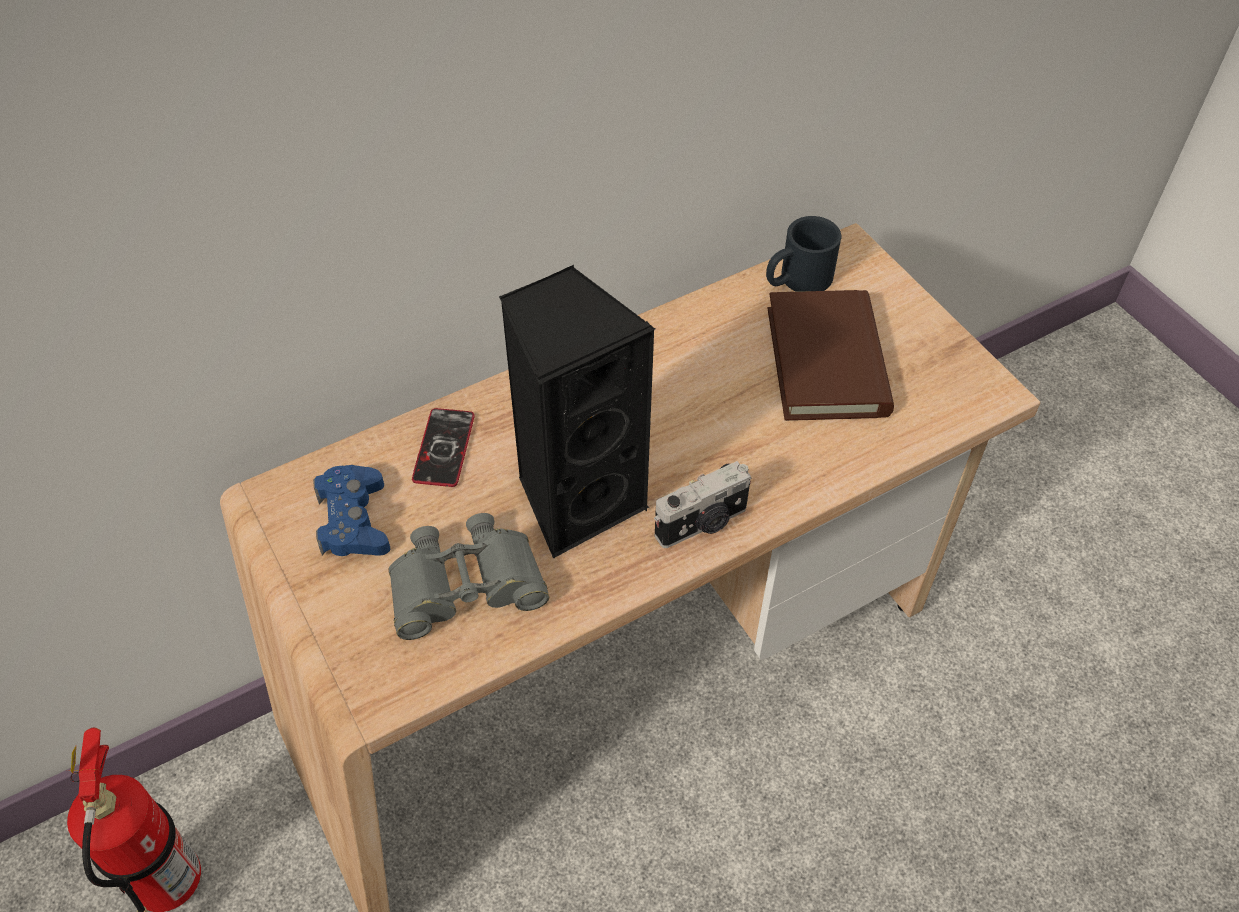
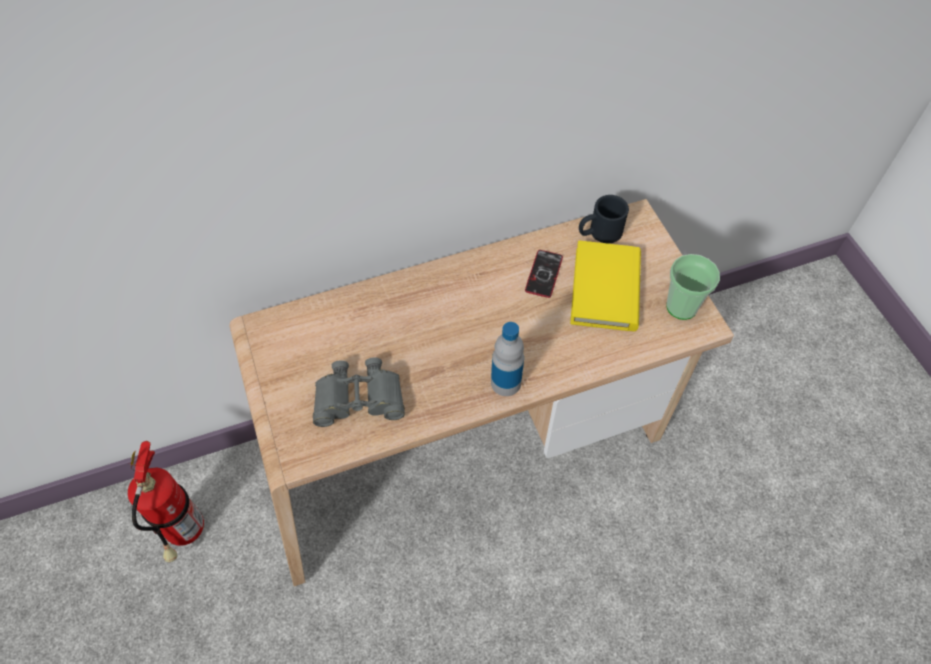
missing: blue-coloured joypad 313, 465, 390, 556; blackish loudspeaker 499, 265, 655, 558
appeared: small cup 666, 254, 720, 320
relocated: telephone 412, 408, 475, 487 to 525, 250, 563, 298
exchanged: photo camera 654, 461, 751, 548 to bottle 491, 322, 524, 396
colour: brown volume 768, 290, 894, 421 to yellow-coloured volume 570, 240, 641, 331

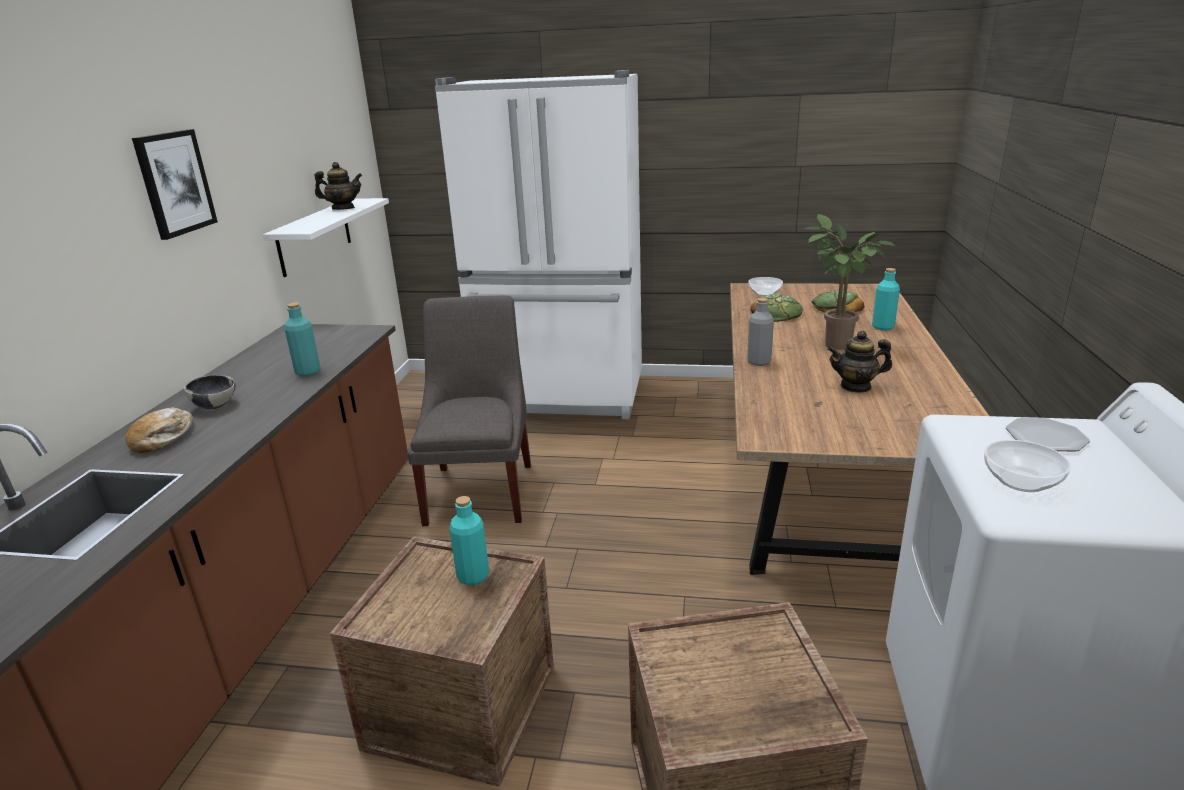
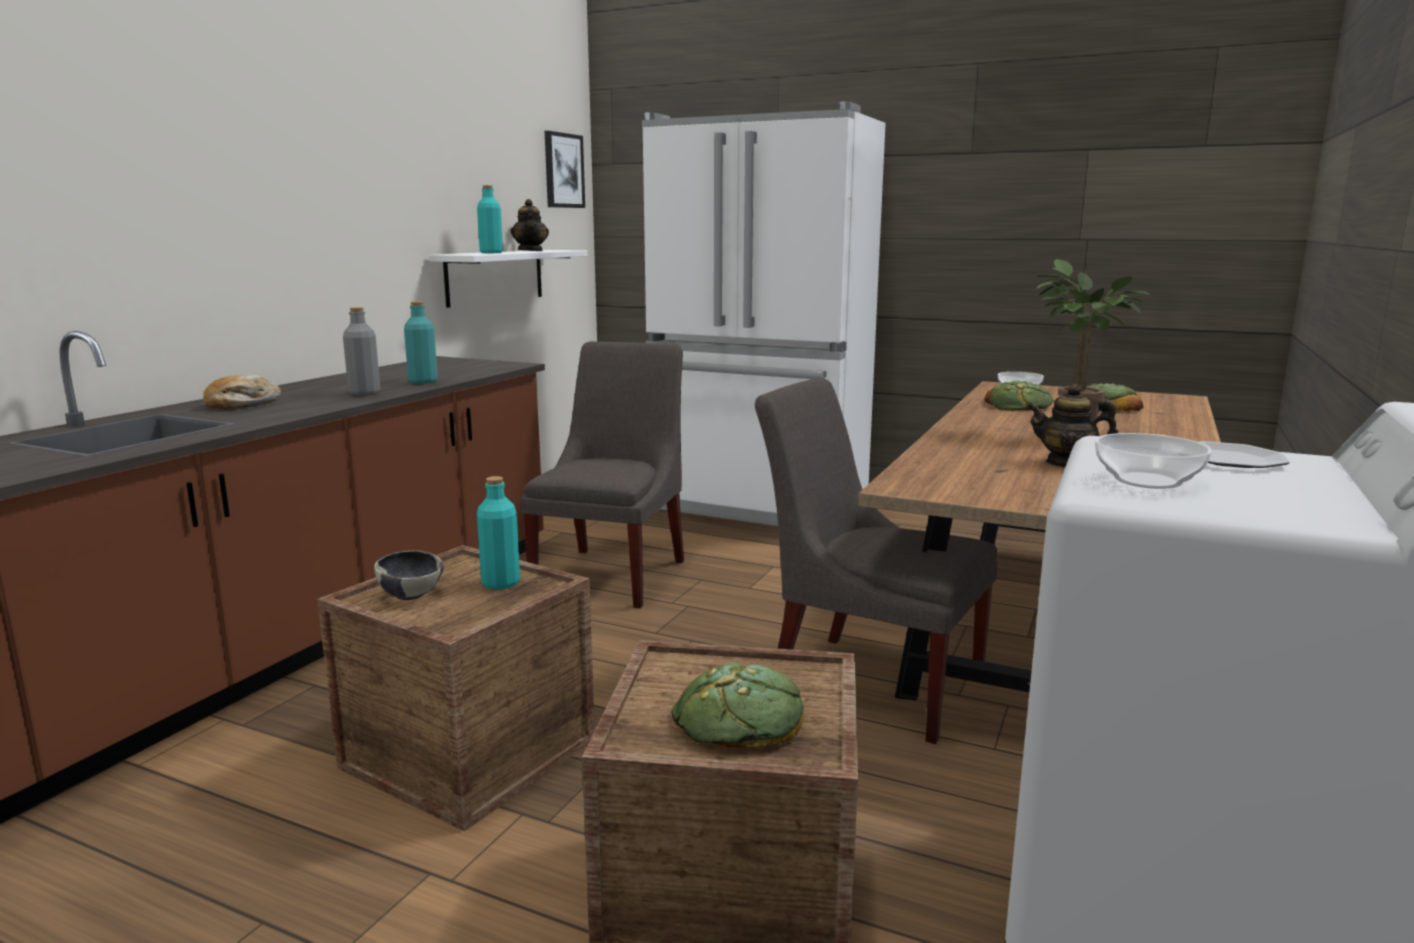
appeared: bakery bread 672, 663, 804, 748; gray chair 755, 378, 998, 744
relocated: wall picture 132, 129, 218, 240 to 545, 131, 585, 208; deep dish 184, 375, 235, 410 to 374, 550, 444, 600; gray bottle 747, 298, 774, 366 to 343, 307, 380, 396; turquoise bottle 872, 268, 900, 330 to 477, 185, 503, 253
spun: tea pot 314, 162, 362, 210 = 510, 199, 549, 251 60 degrees clockwise

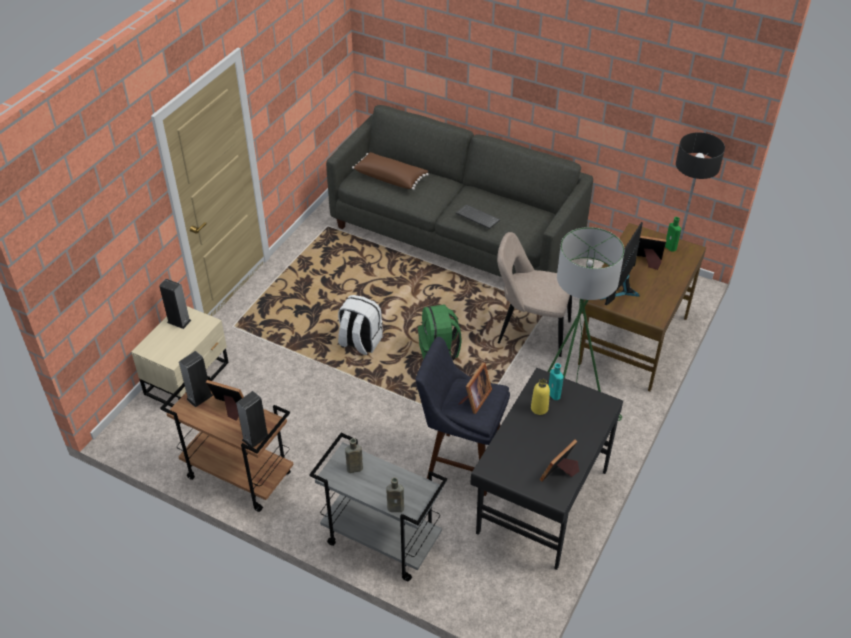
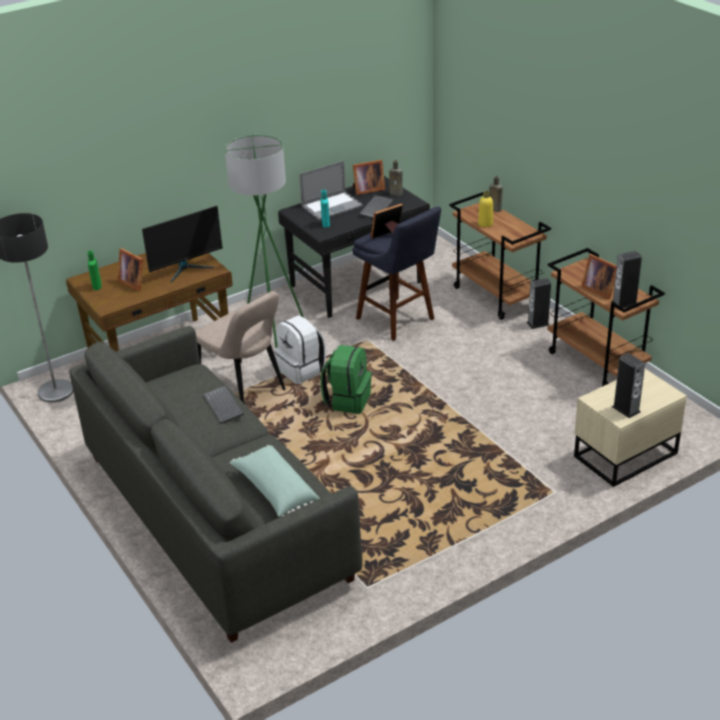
appeared: portable computer 299, 161, 363, 220; computer keyboard 359, 195, 394, 219
relocated: loudspeaker 236, 391, 268, 448 to 527, 278, 551, 329; white-coloured rucksack 338, 295, 383, 355 to 274, 315, 326, 384; brown bottle 345, 438, 363, 473 to 389, 160, 403, 196; yellow-coloured bottle 531, 379, 550, 415 to 478, 191, 493, 227
colour: gray trolley 309, 433, 447, 581 to brown trolley 449, 192, 551, 320; brown throw pillow 352, 152, 429, 190 to green-coloured throw pillow 230, 445, 320, 517

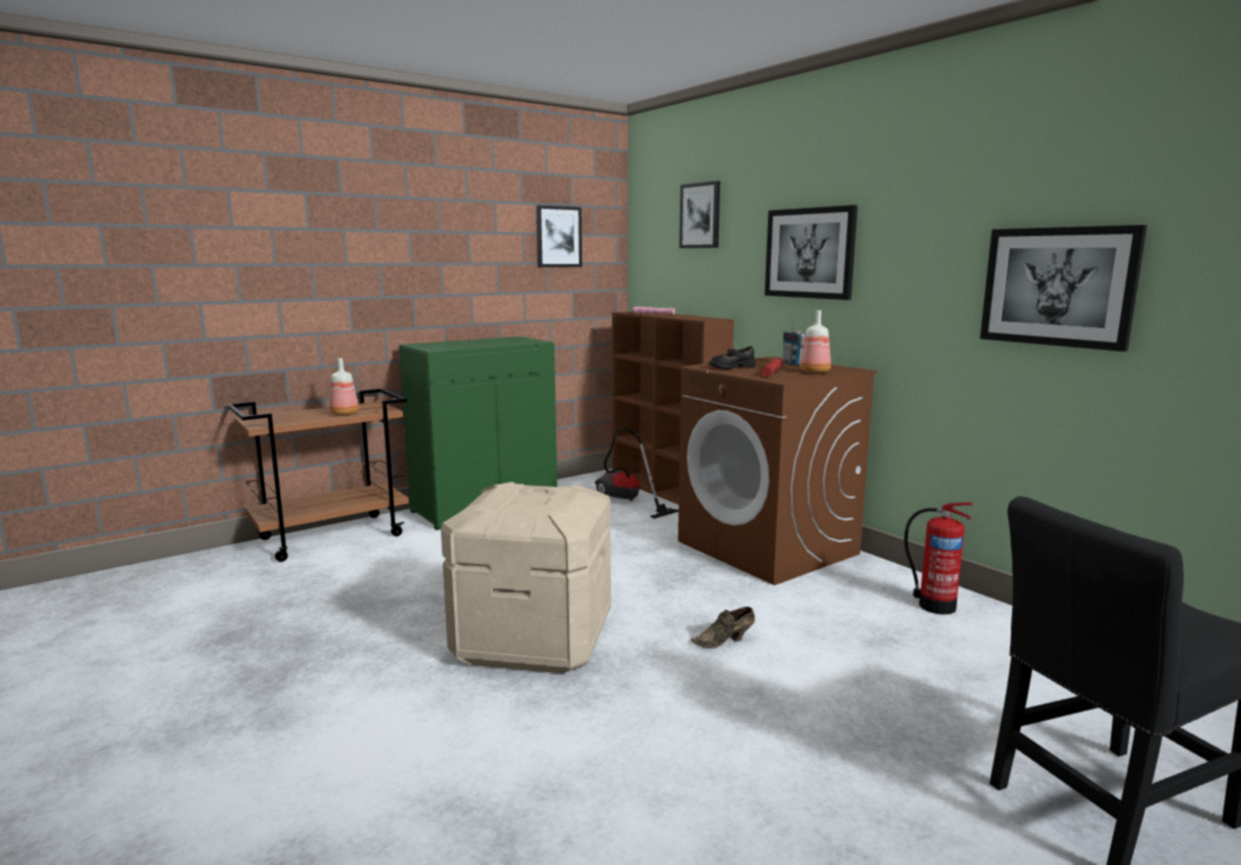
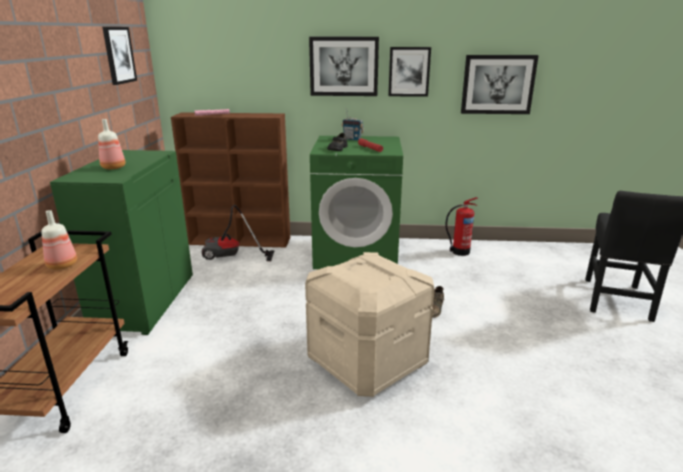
relocated: wall picture 679, 181, 720, 248 to 388, 47, 431, 97; bottle 800, 310, 831, 373 to 98, 119, 126, 169
colour: brown laundry appliance 678, 356, 877, 585 to green-coloured laundry appliance 310, 136, 403, 269

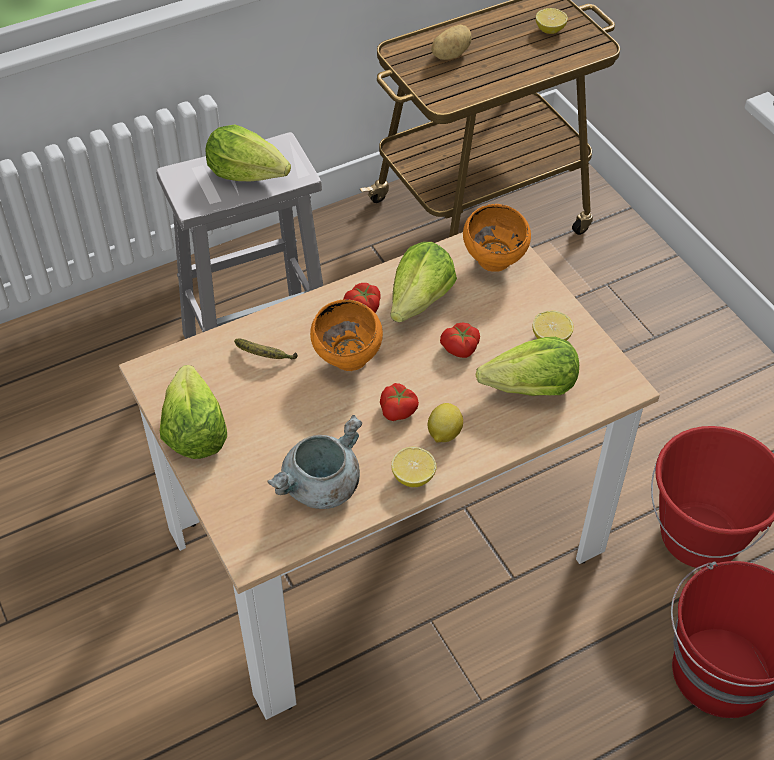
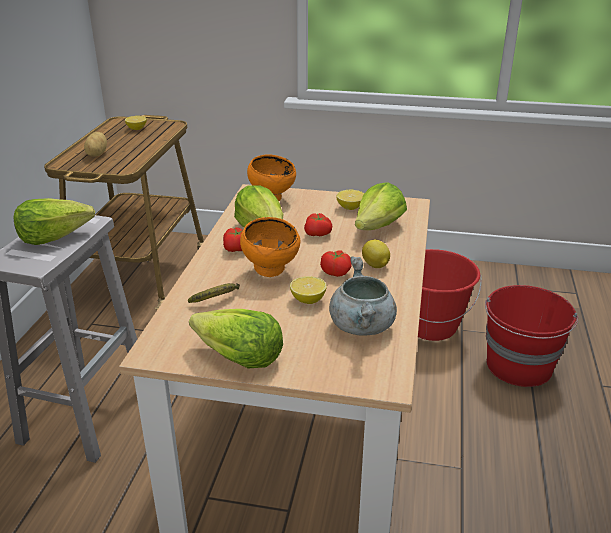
relocated: whole lemon 391, 447, 437, 487 to 290, 276, 327, 304

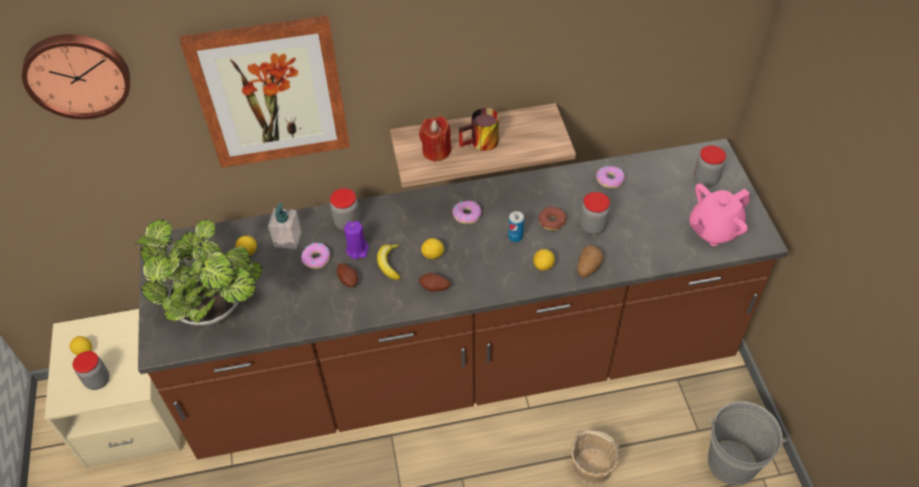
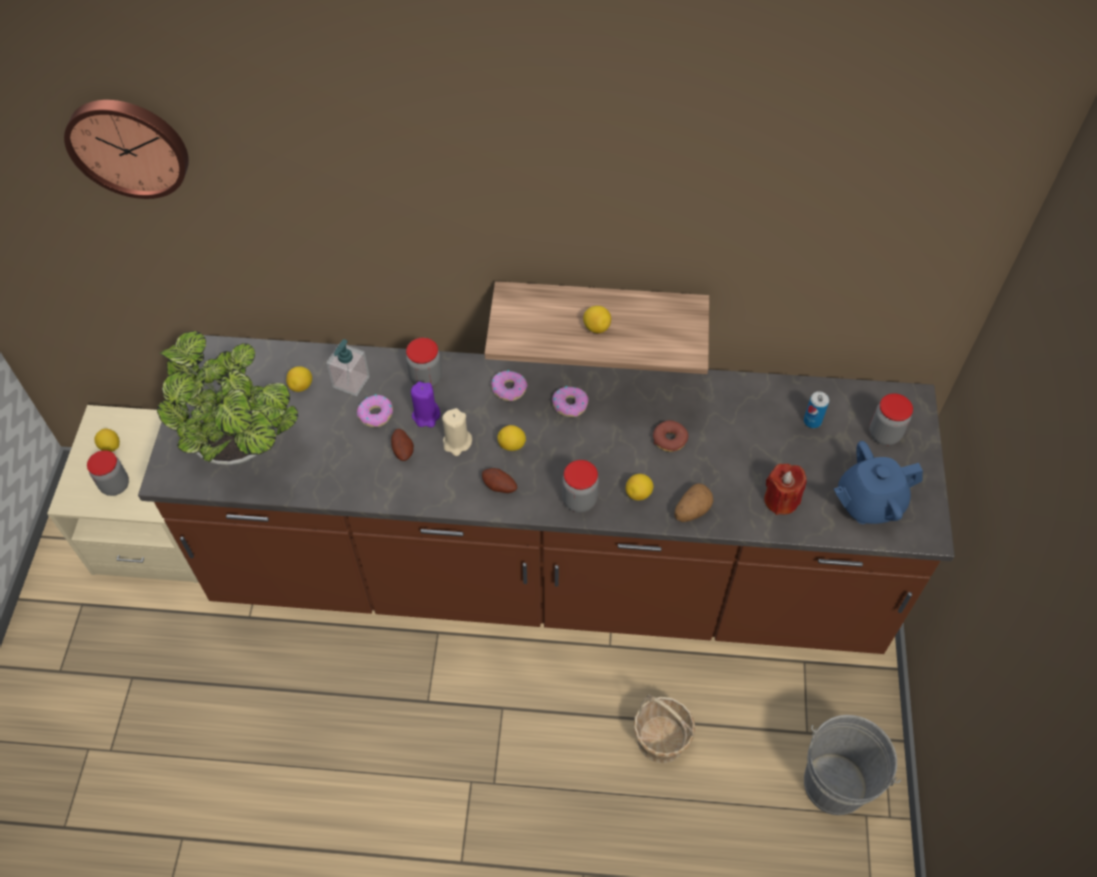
missing: wall picture 180, 15, 350, 168
relocated: reddish wax light 419, 116, 452, 162 to 764, 464, 807, 515; can 508, 211, 524, 242 to 804, 391, 829, 428; jar 580, 192, 610, 235 to 562, 460, 599, 513; doughnut 596, 166, 625, 188 to 491, 370, 528, 401
exchanged: banana 377, 244, 401, 280 to beige wax light 442, 408, 472, 456; tea mug 459, 108, 499, 151 to whole lemon 583, 306, 611, 333
colour: pink tea pot 689, 184, 750, 246 to blue-coloured tea pot 834, 441, 923, 524

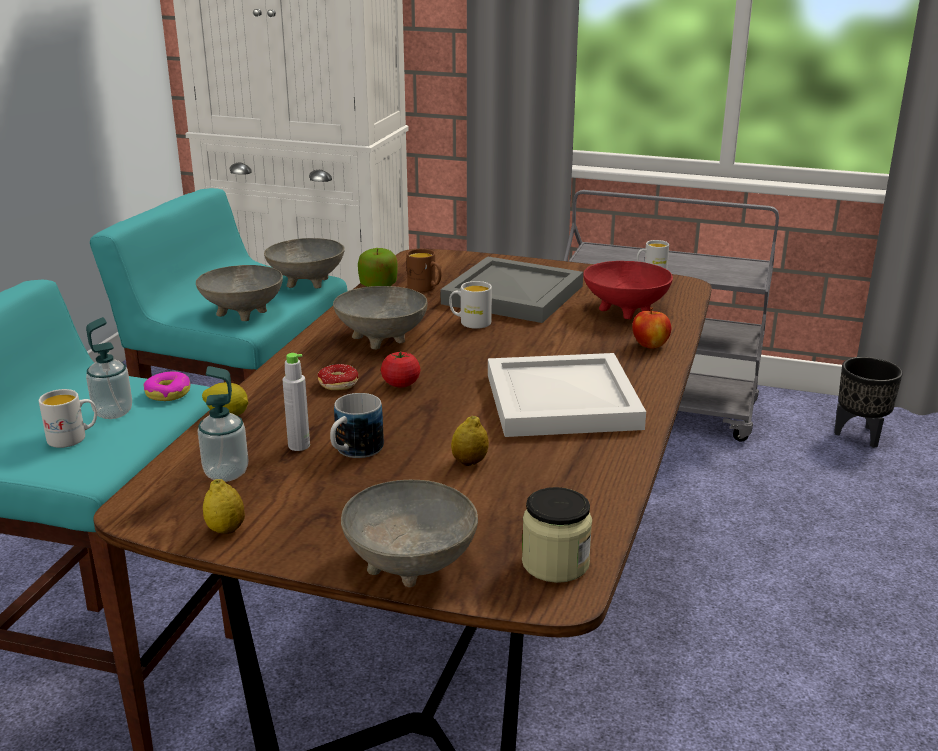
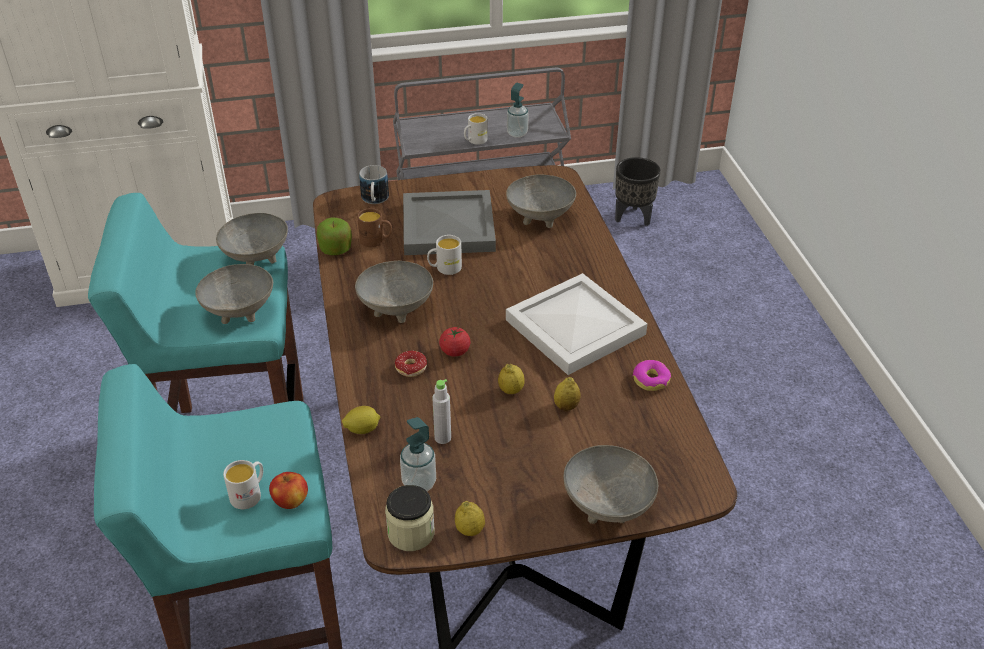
appeared: whole lemon 498, 364, 525, 394
relocated: liquid soap bottle 86, 317, 132, 419 to 507, 83, 529, 138; doughnut 143, 371, 190, 401 to 633, 360, 671, 391; tea mug 330, 393, 384, 458 to 359, 165, 389, 204; jar 522, 487, 592, 583 to 385, 485, 435, 551; apple fruit 632, 307, 671, 349 to 269, 472, 308, 509
colour: reddish deep dish 583, 261, 673, 319 to gray deep dish 506, 175, 576, 228

